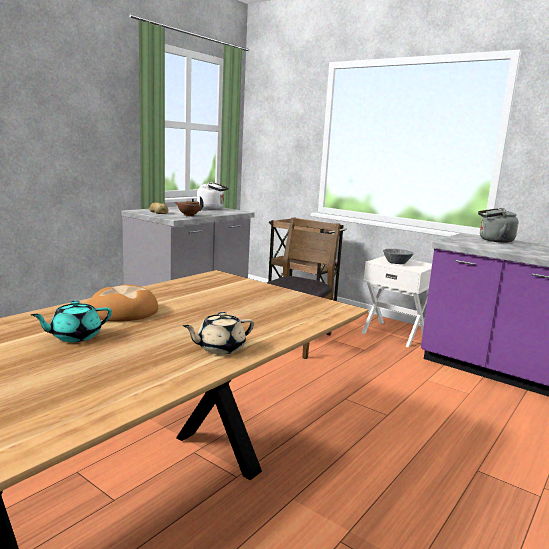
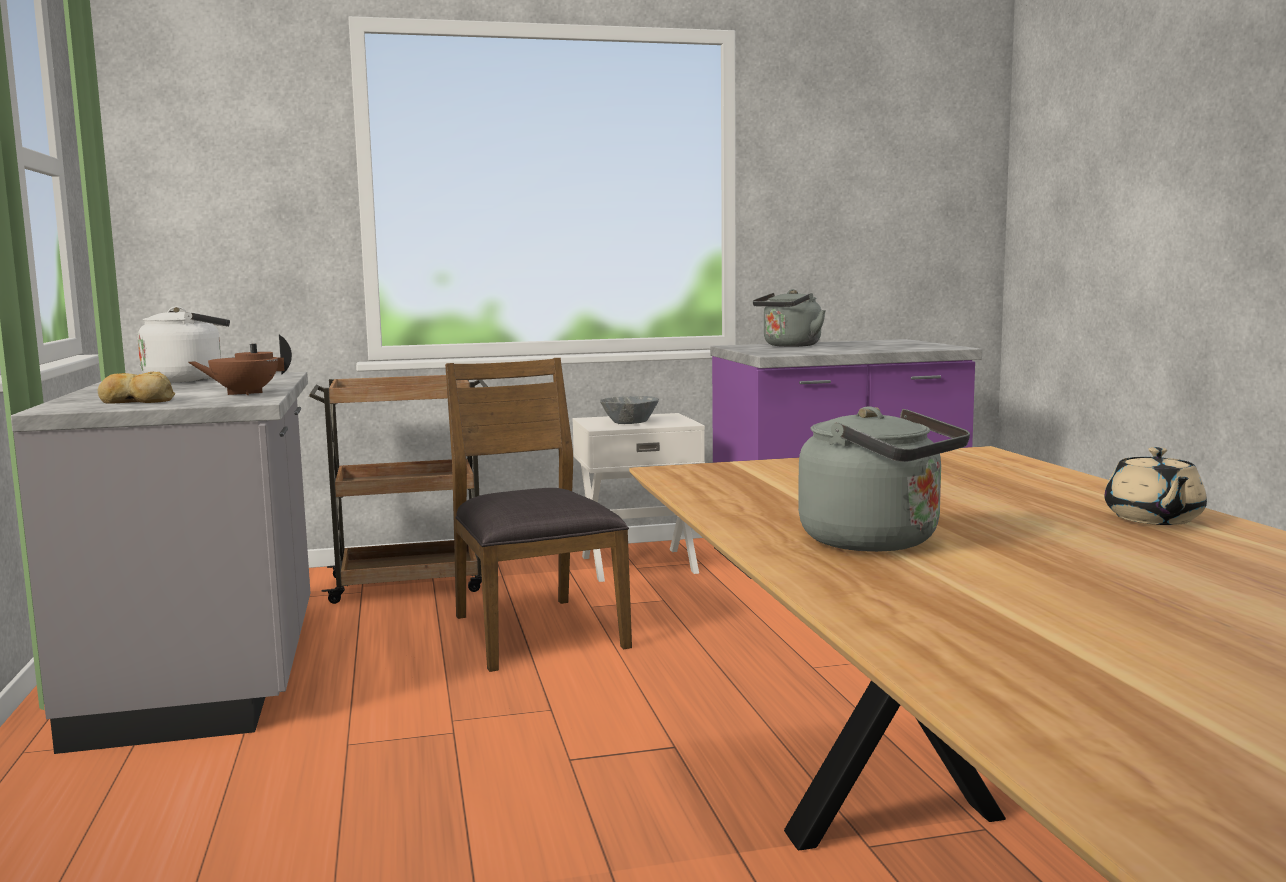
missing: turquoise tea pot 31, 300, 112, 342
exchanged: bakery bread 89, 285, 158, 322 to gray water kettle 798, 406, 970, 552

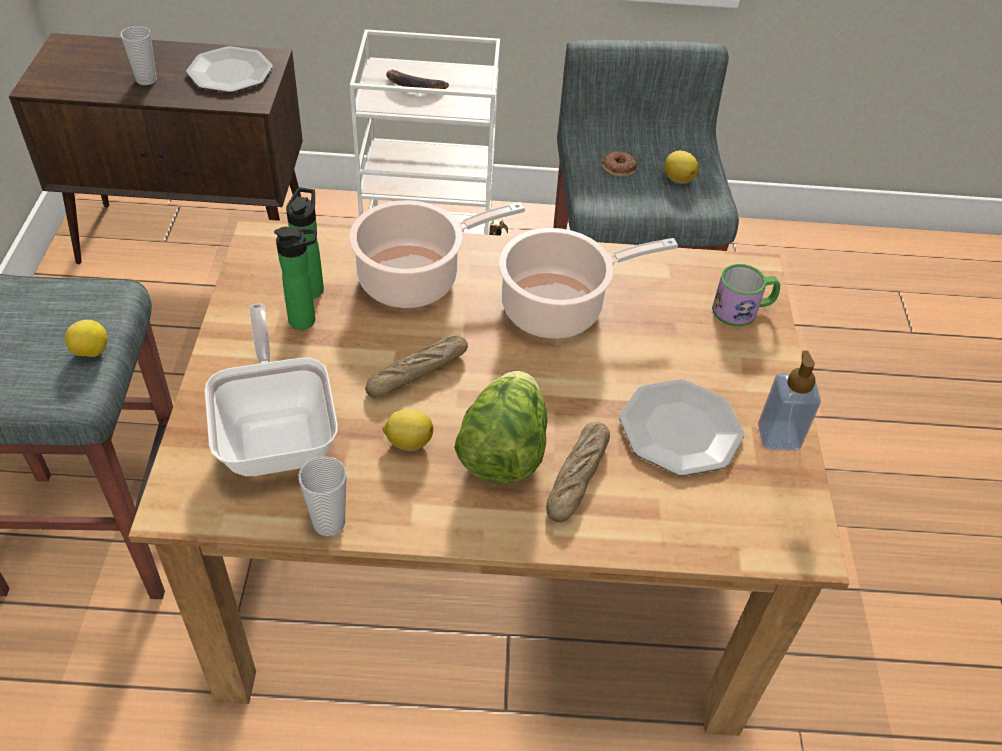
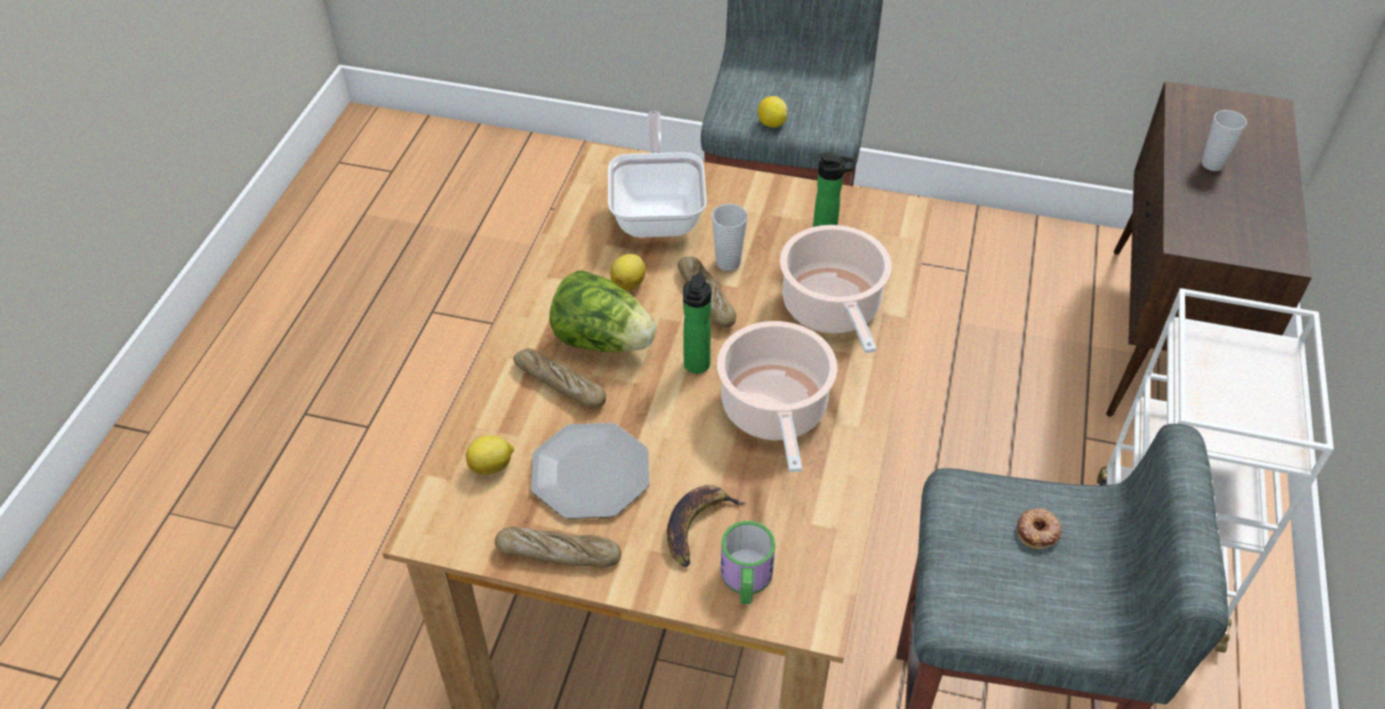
missing: plate 186, 46, 273, 93
relocated: bottle 274, 227, 317, 330 to 683, 273, 711, 374; small cup 298, 456, 347, 536 to 712, 204, 748, 271; banana 386, 69, 449, 89 to 667, 485, 745, 567; whole lemon 664, 151, 699, 184 to 466, 435, 514, 475
exchanged: liquid soap bottle 758, 350, 821, 451 to bakery bread 495, 526, 621, 567
spun: frying pan 205, 304, 338, 476 = 608, 111, 707, 237 90 degrees counterclockwise

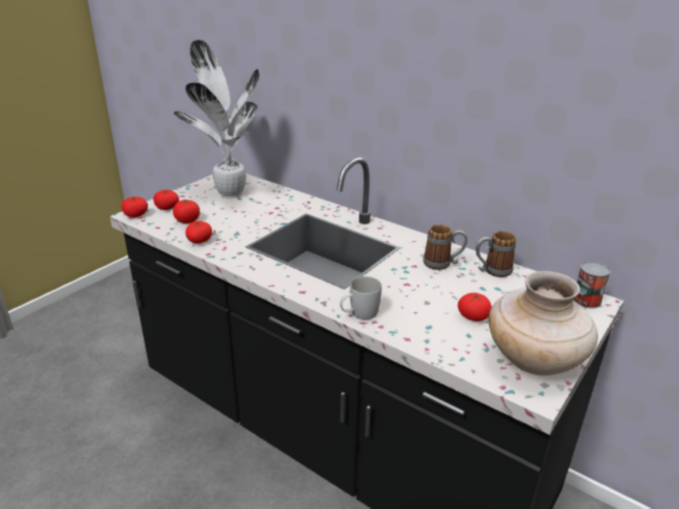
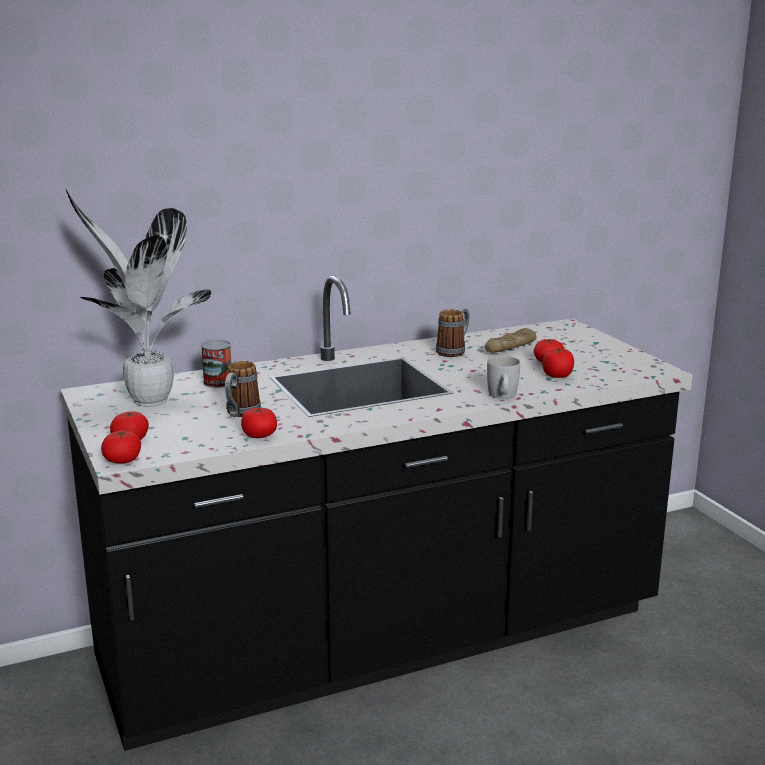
missing: beige flower vase 489, 271, 598, 376
appeared: bakery bread 485, 328, 537, 352
relocated: tomato 173, 200, 200, 224 to 542, 348, 574, 378; tea mug 476, 231, 516, 277 to 225, 361, 261, 417; can 574, 261, 611, 309 to 201, 340, 231, 388

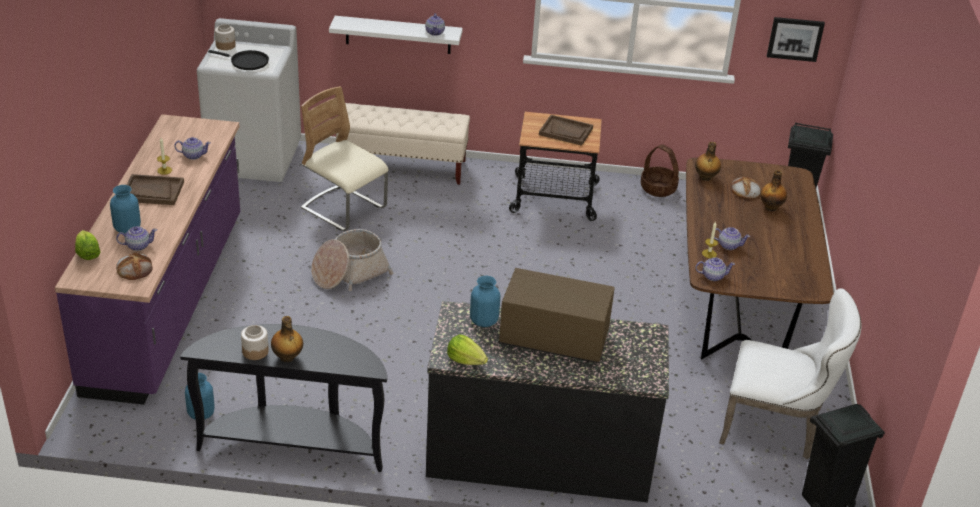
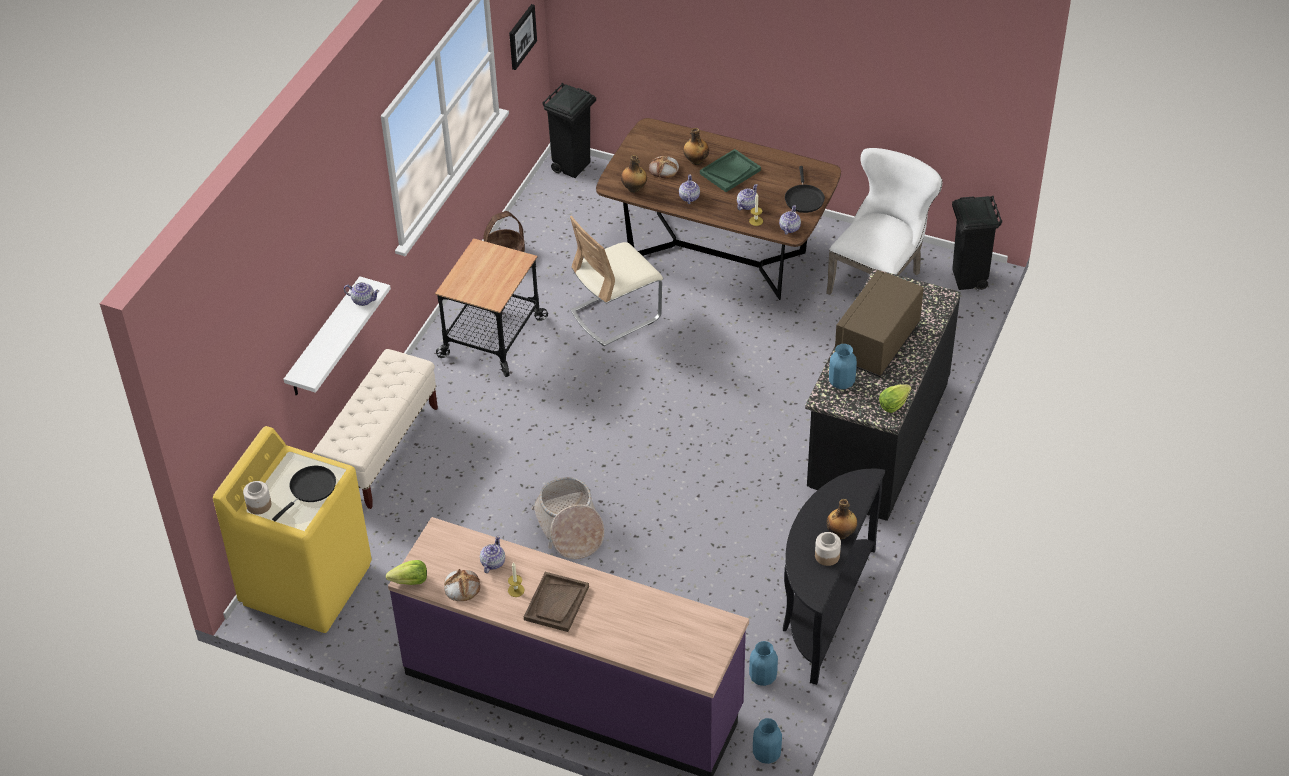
missing: brown serving tray 539, 115, 593, 146
appeared: green-coloured serving tray 700, 149, 761, 192; blackish frying pan 785, 166, 825, 213
relocated: lettuce head 75, 230, 100, 260 to 386, 560, 427, 585; blue-coloured flower vase 110, 185, 141, 234 to 753, 718, 782, 764; tea pot 116, 226, 157, 251 to 679, 174, 700, 204; bakery bread 116, 253, 153, 280 to 444, 569, 480, 601; beige chair 301, 86, 389, 231 to 570, 216, 663, 346
colour: white-coloured laundry appliance 197, 18, 301, 182 to yellow-coloured laundry appliance 213, 426, 372, 633

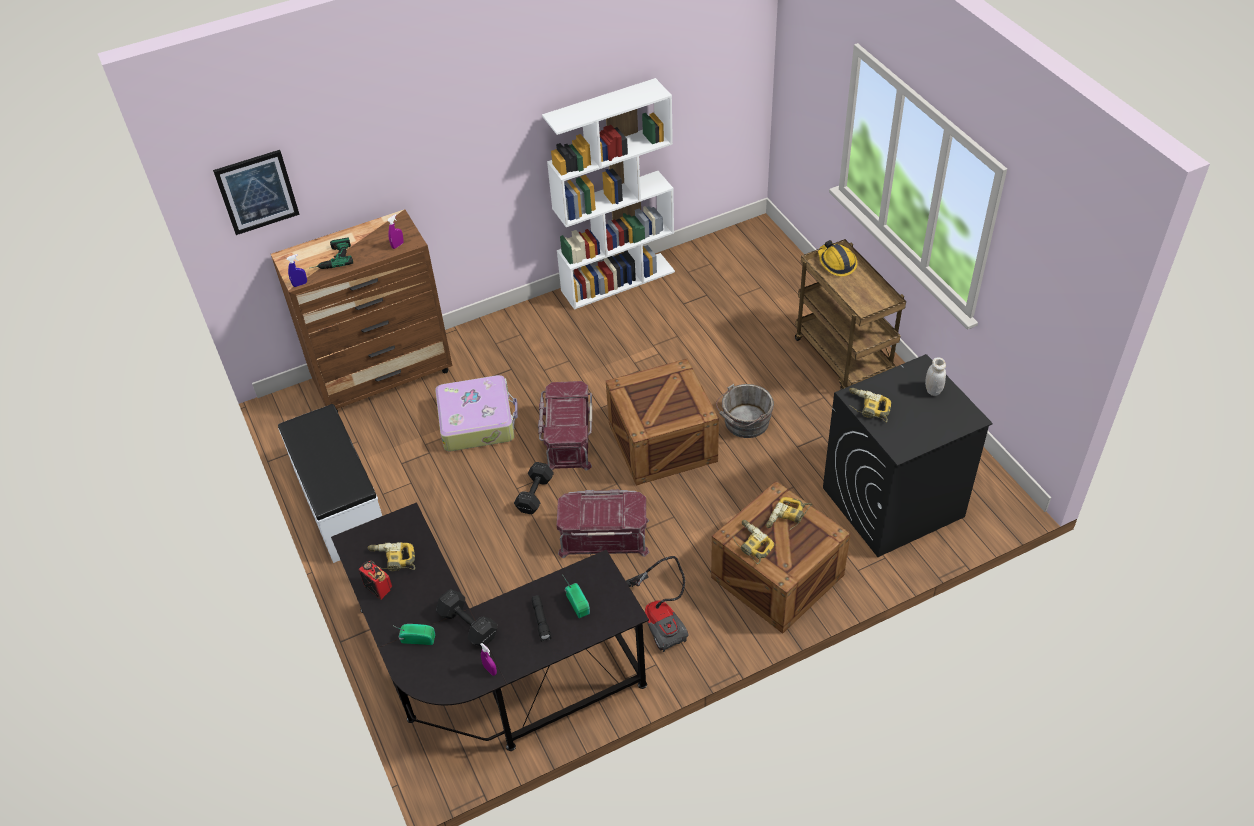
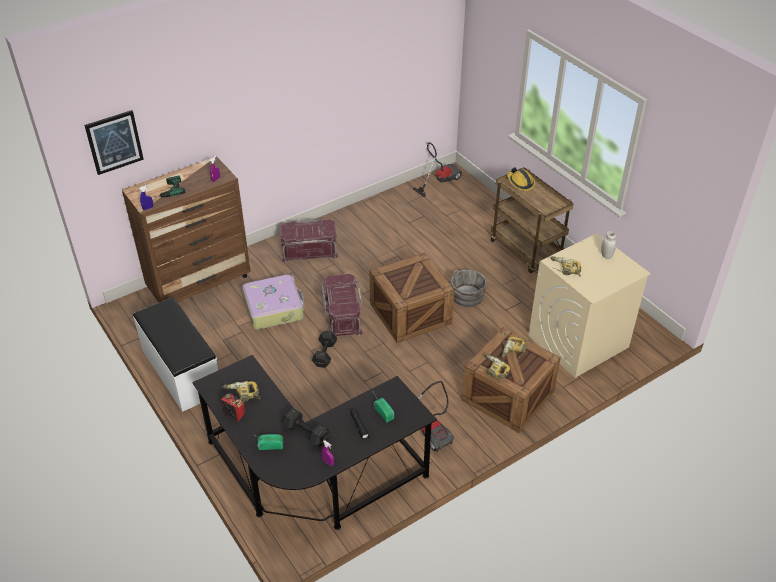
missing: white-coloured bookshelf 542, 78, 675, 310
appeared: hoover 412, 142, 462, 197
relocated: reddish storage bin 557, 489, 649, 558 to 280, 219, 339, 263
colour: blackish laundry appliance 823, 354, 993, 557 to beige laundry appliance 529, 233, 651, 378

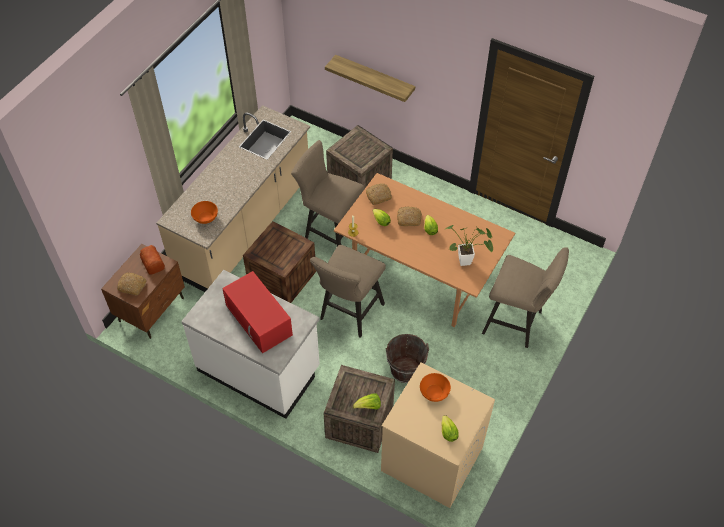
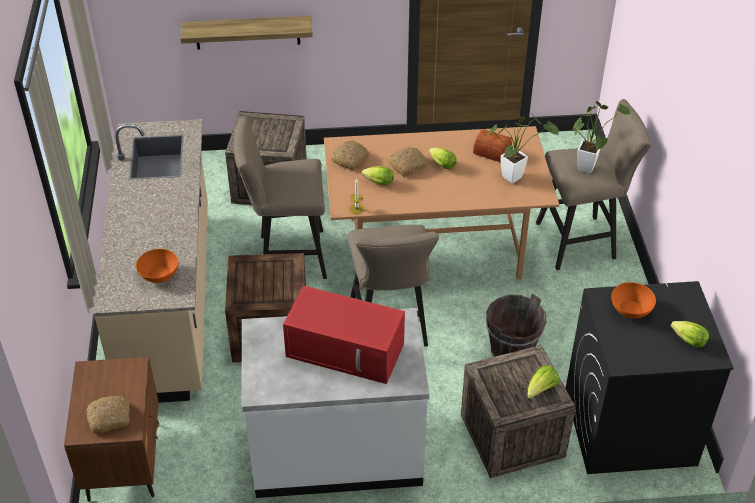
appeared: houseplant 573, 101, 631, 174
relocated: bakery bread 140, 245, 165, 275 to 473, 129, 512, 162
colour: beige laundry appliance 381, 363, 495, 508 to blackish laundry appliance 566, 281, 734, 474

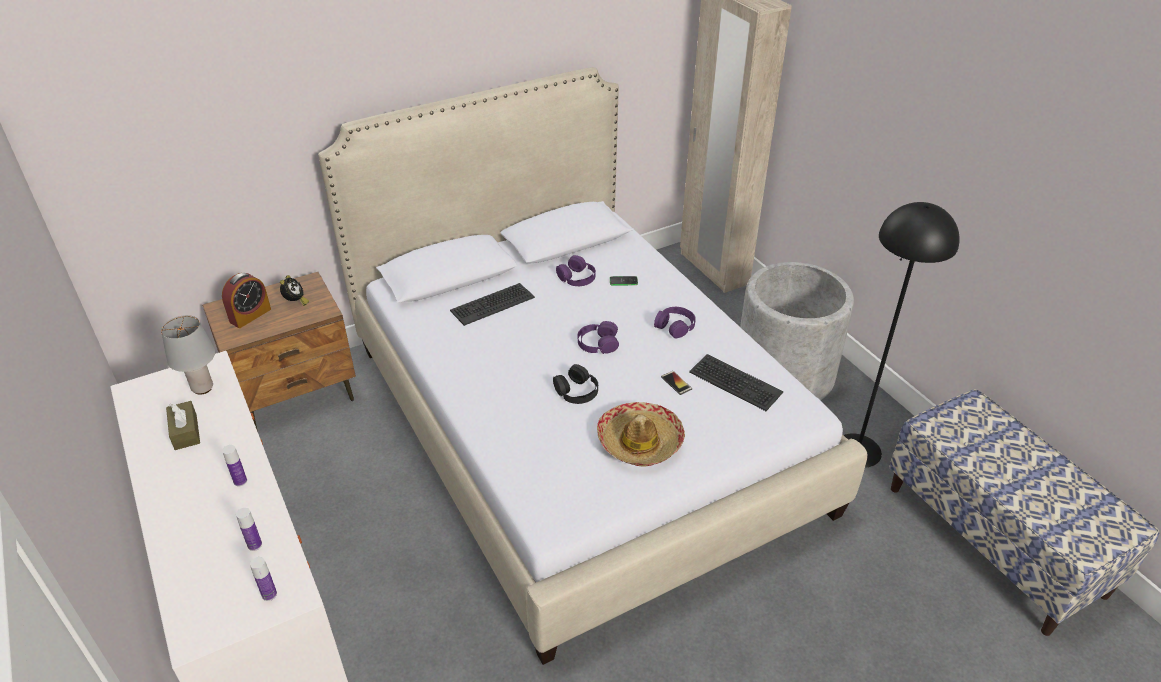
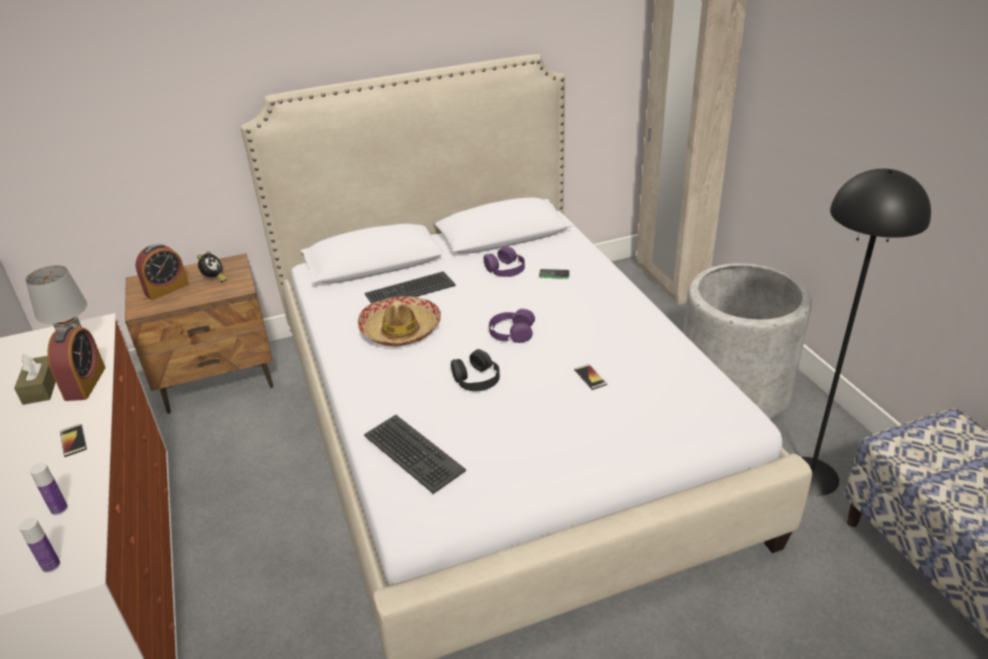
missing: purplish headphones 654, 307, 696, 338
appeared: table clock 47, 326, 106, 401
relocated: clothing hat 597, 402, 685, 467 to 358, 296, 441, 347; computer keyboard 689, 354, 783, 411 to 364, 415, 466, 494
exchanged: bottle 222, 445, 247, 486 to telephone 60, 424, 87, 457

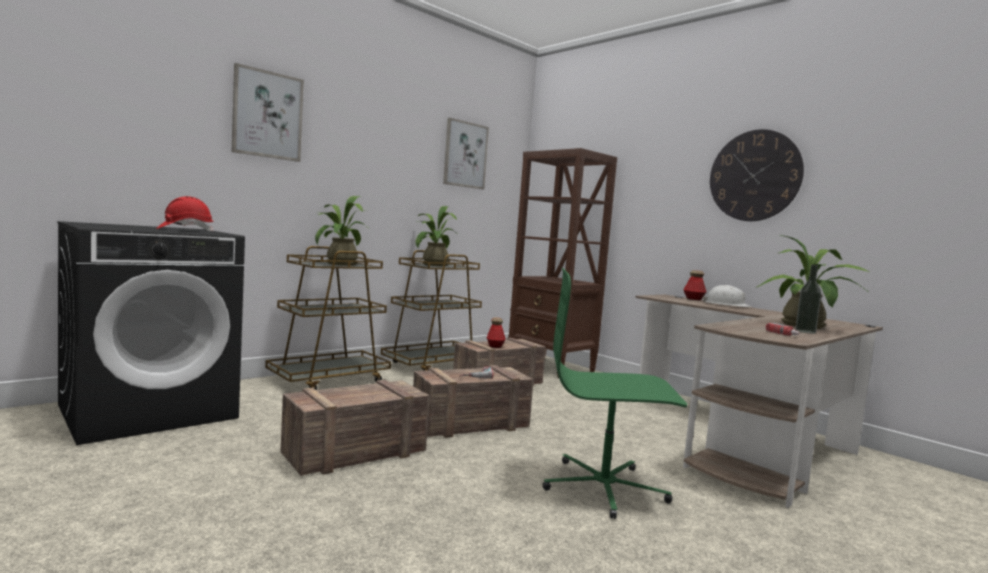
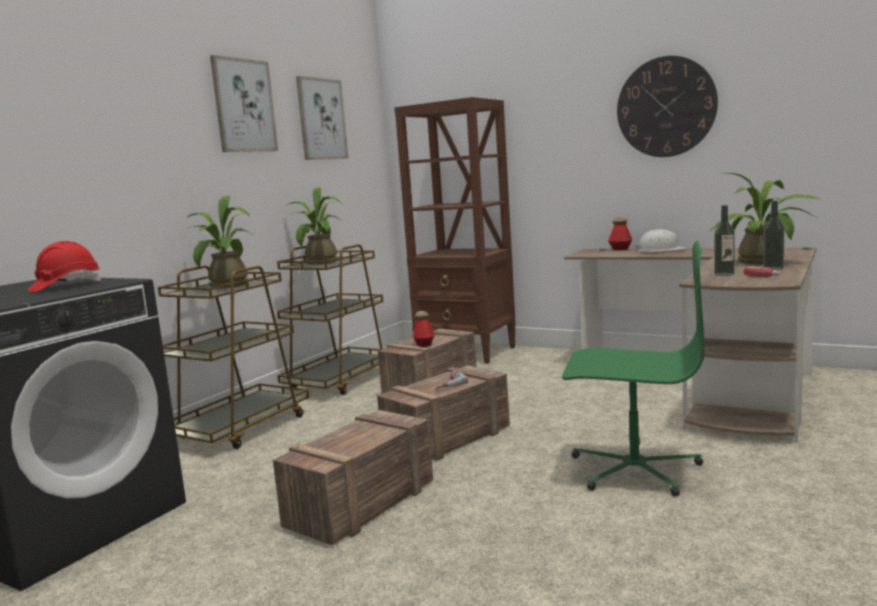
appeared: bottle 714, 205, 735, 276
relocated: wall picture 232, 63, 304, 162 to 210, 55, 278, 152
spun: green-coloured desk chair 543, 268, 687, 519 = 562, 241, 704, 497 150 degrees counterclockwise

